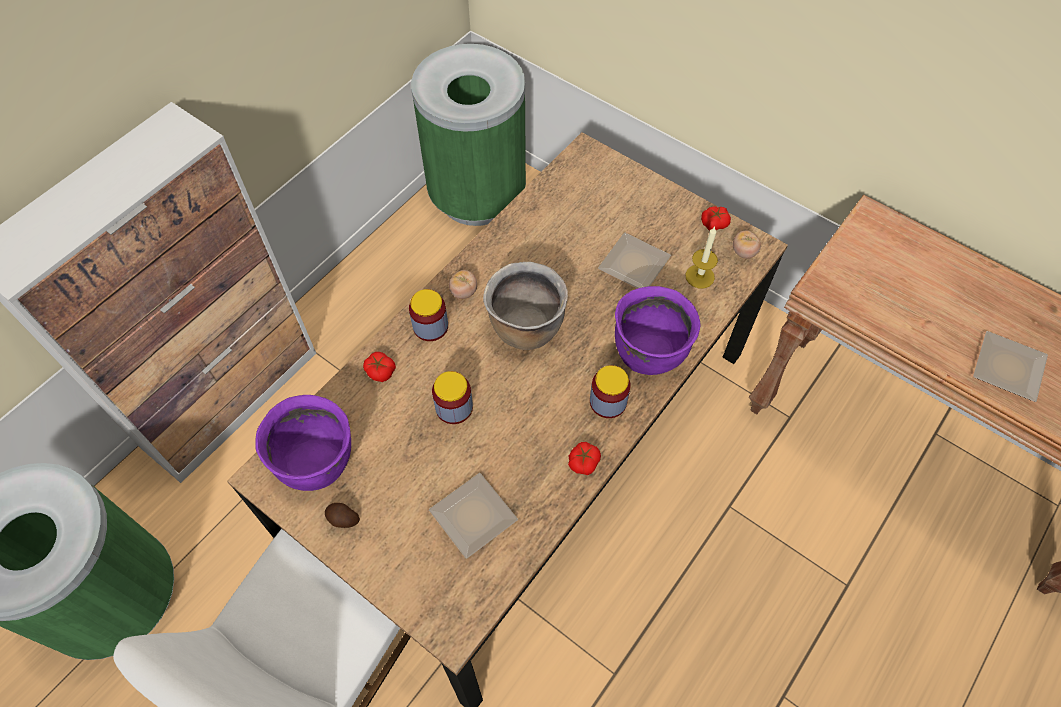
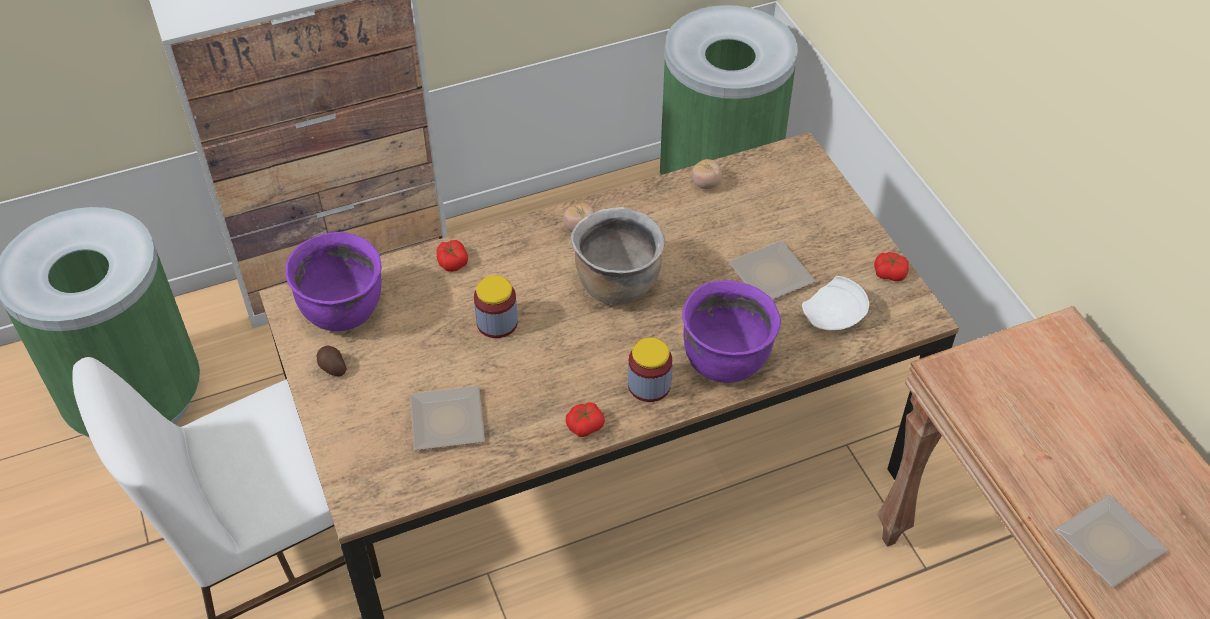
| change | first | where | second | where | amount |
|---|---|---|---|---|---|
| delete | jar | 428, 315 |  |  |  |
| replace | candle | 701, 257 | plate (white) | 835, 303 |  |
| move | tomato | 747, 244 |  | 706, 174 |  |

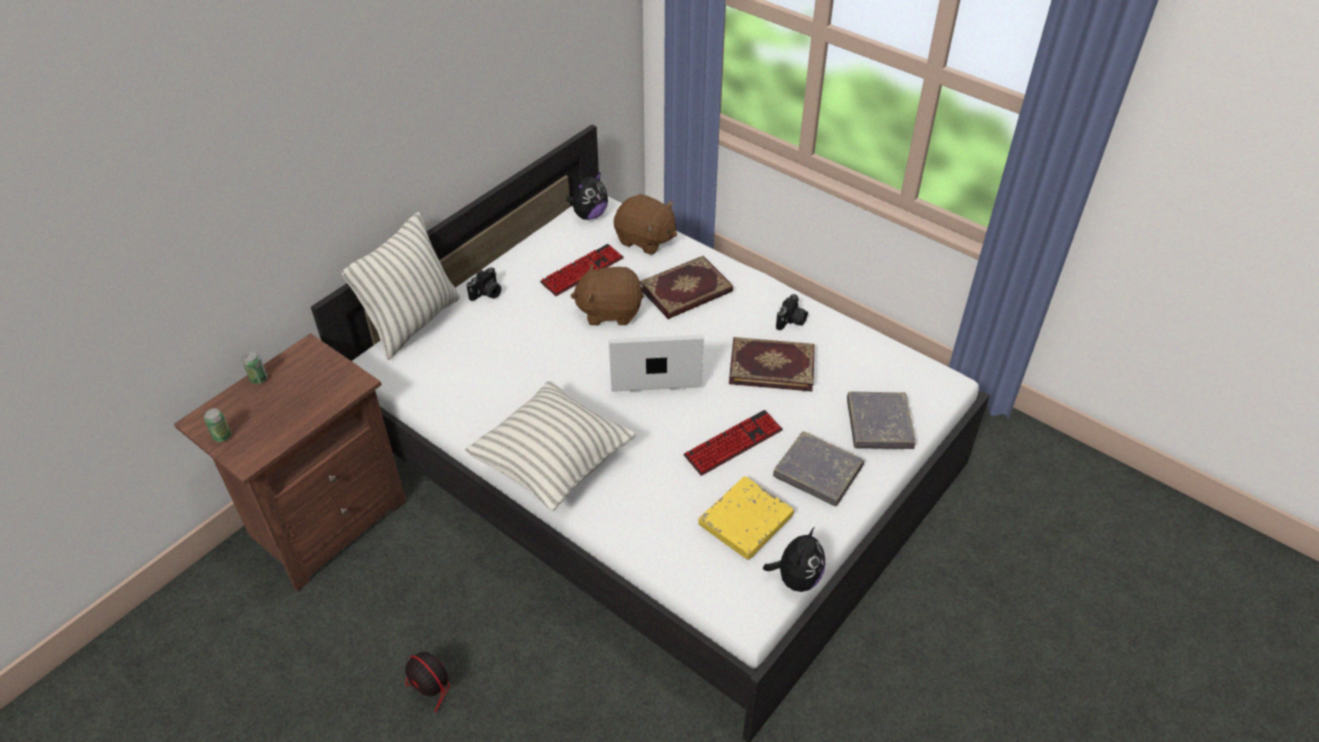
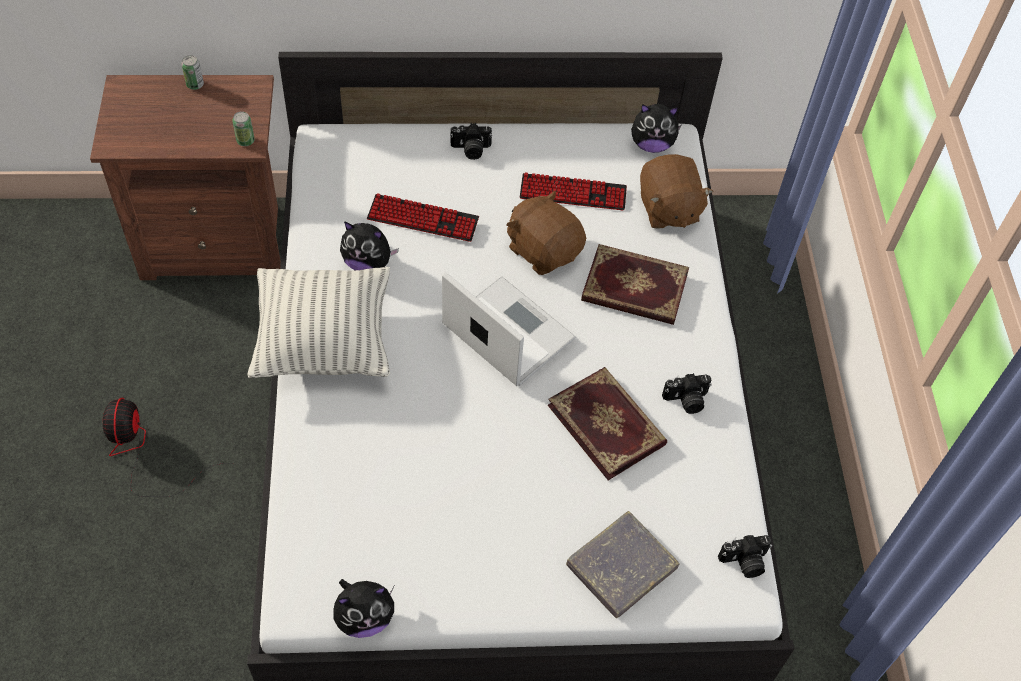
| change | first | where | second | where | amount |
|---|---|---|---|---|---|
| move | can | 217, 425 |  | 243, 129 |  |
| delete | pillow | 400, 286 |  |  |  |
| move | keyboard | 733, 443 |  | 423, 217 |  |
| delete | book (yellow) | 746, 518 |  |  |  |
| delete | book (grey) | 818, 468 |  |  |  |
| insert |  |  | plush toy | 369, 245 |  |
| insert |  |  | photo camera | 745, 556 |  |

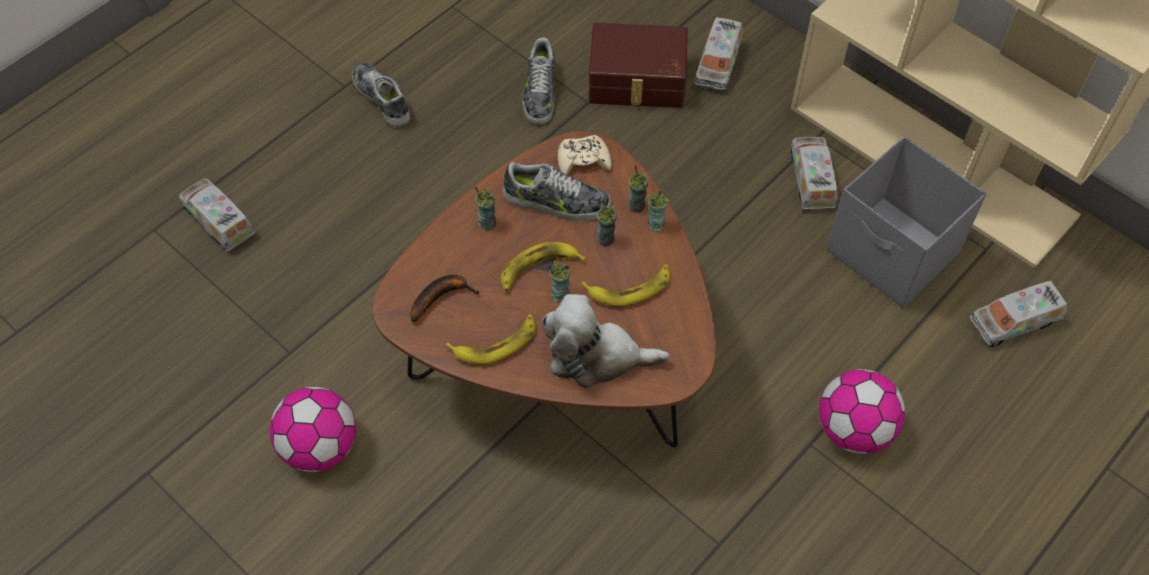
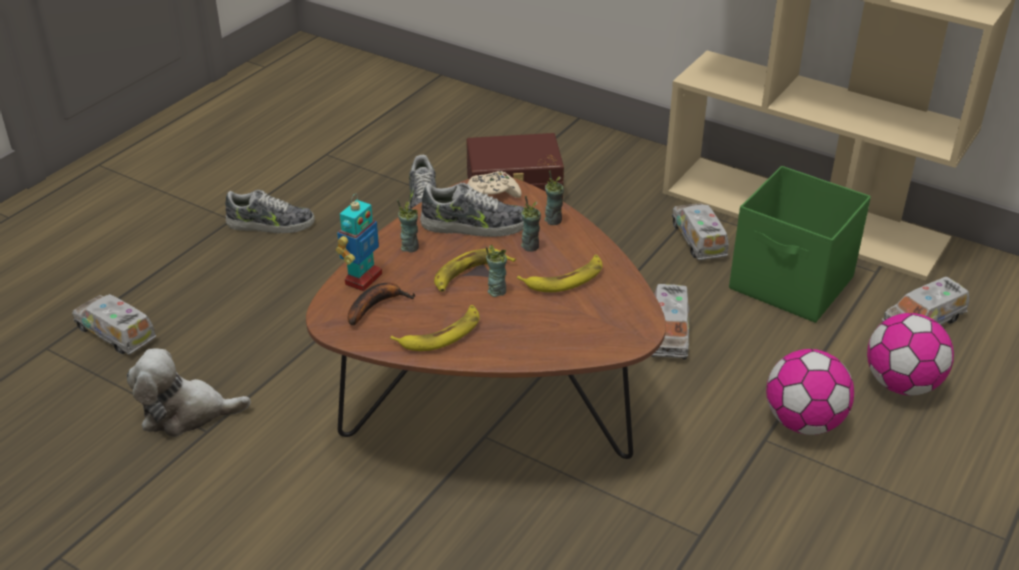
| change | first | where | second | where | amount |
|---|---|---|---|---|---|
| move | football | 313, 429 |  | 910, 354 |  |
| rotate | shoe | 381, 94 |  | 270, 211 | 135 degrees clockwise |
| move | plush toy | 606, 341 |  | 189, 392 |  |
| delete | cup | 658, 211 |  |  |  |
| move | toy truck | 718, 54 |  | 670, 322 |  |
| recolor | storage box (grey) | 906, 221 | storage box (green) | 800, 244 |  |
| insert |  |  | toy robot | 359, 242 |  |

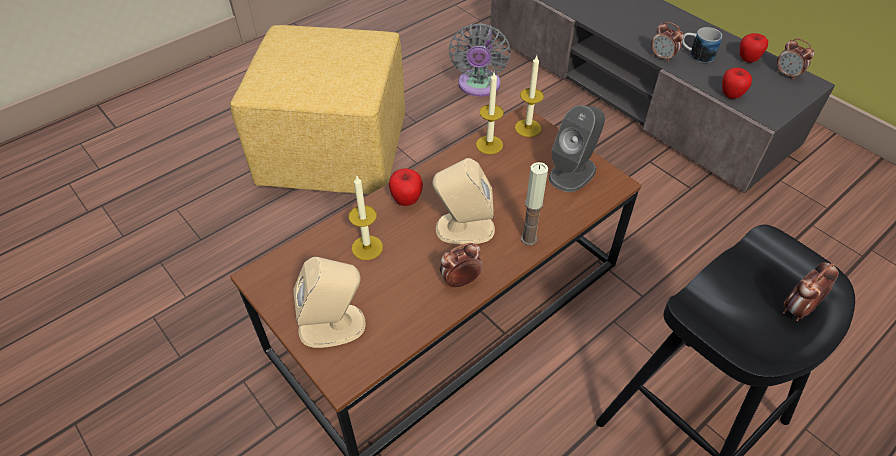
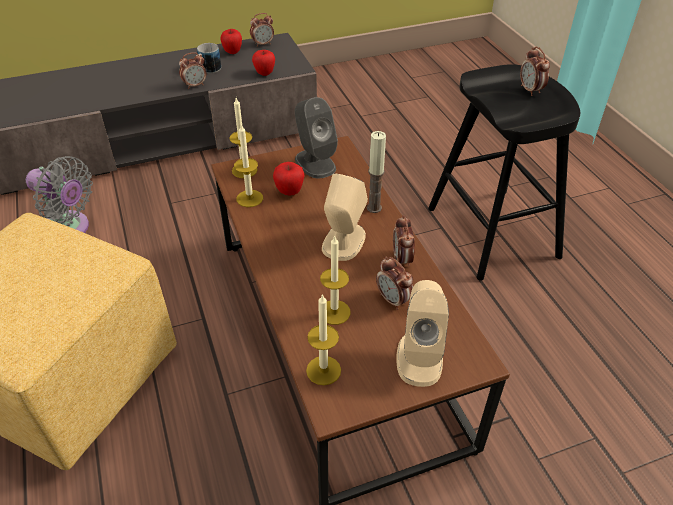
| change | first | where | second | where | amount |
|---|---|---|---|---|---|
| move | apple | 406, 187 |  | 289, 179 |  |
| insert |  |  | candle | 323, 339 |  |
| insert |  |  | alarm clock | 394, 283 |  |

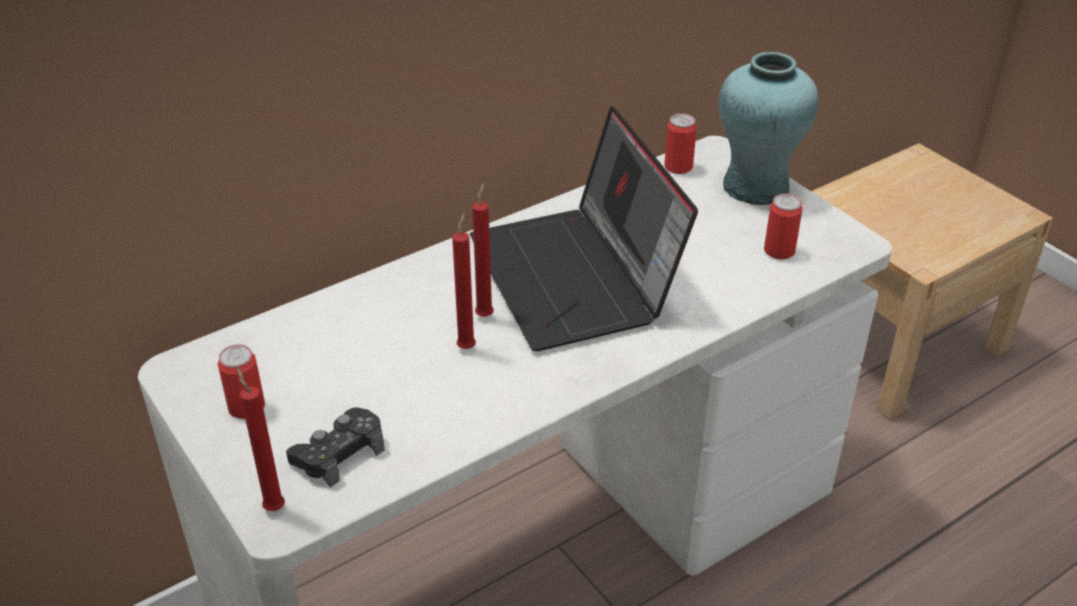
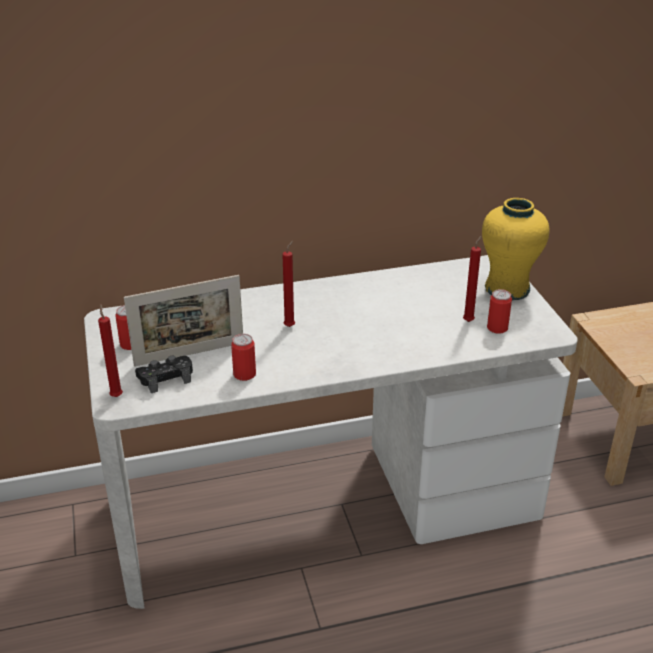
| change | first | where | second | where | amount |
|---|---|---|---|---|---|
| move | candle (red) | 464, 281 |  | 472, 279 |  |
| delete | laptop | 584, 228 |  |  |  |
| move | can | 680, 143 |  | 243, 357 |  |
| recolor | vase (turquoise) | 769, 128 | vase (yellow) | 516, 249 |  |
| insert |  |  | picture frame | 183, 321 |  |

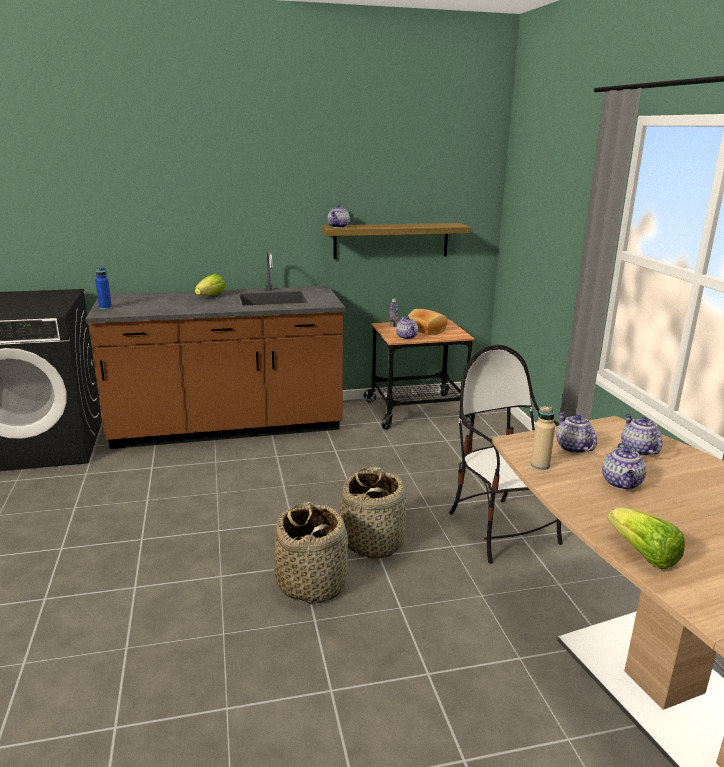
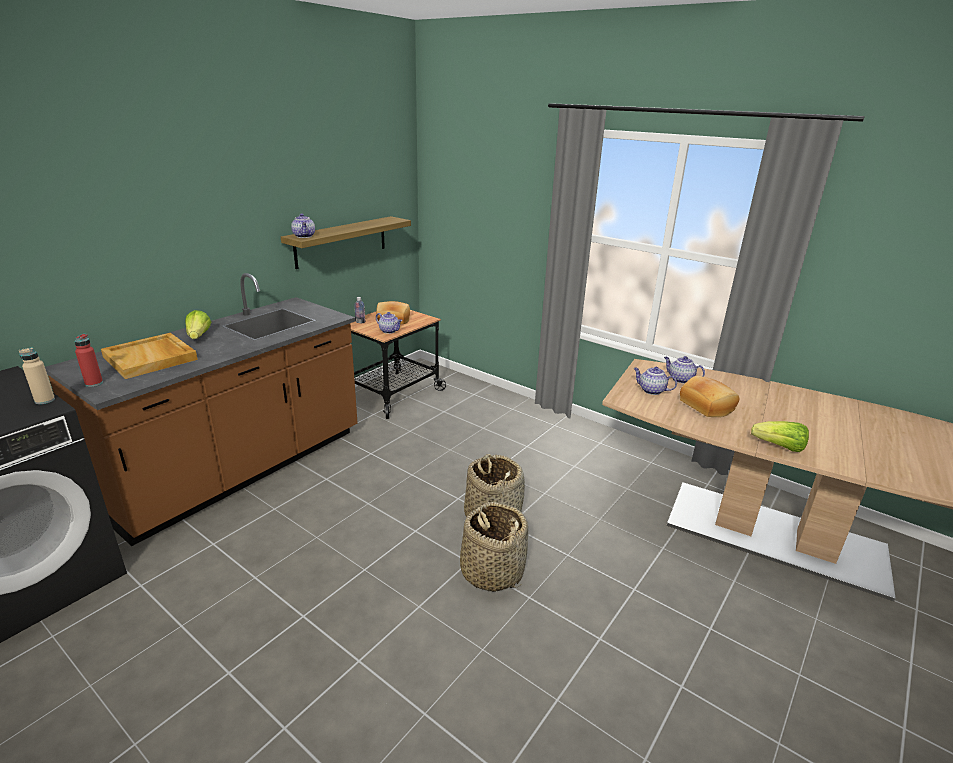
| change | first | where | second | where | amount |
|---|---|---|---|---|---|
| recolor | bottle (blue) | 103, 288 | bottle (red) | 89, 360 |  |
| delete | chair | 505, 454 |  |  |  |
| move | bottle (beige) | 543, 438 |  | 37, 375 |  |
| replace | teapot | 624, 466 | bread | 709, 396 |  |
| insert |  |  | tray (beige) | 149, 356 |  |

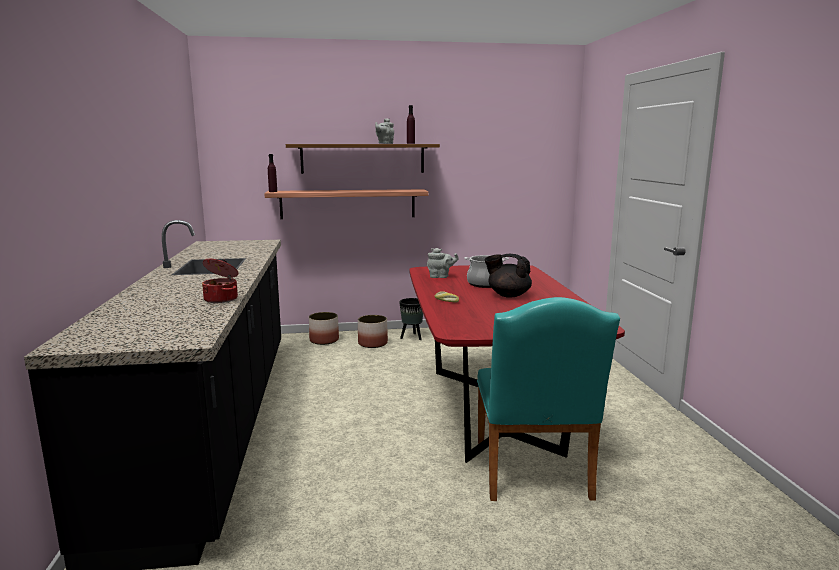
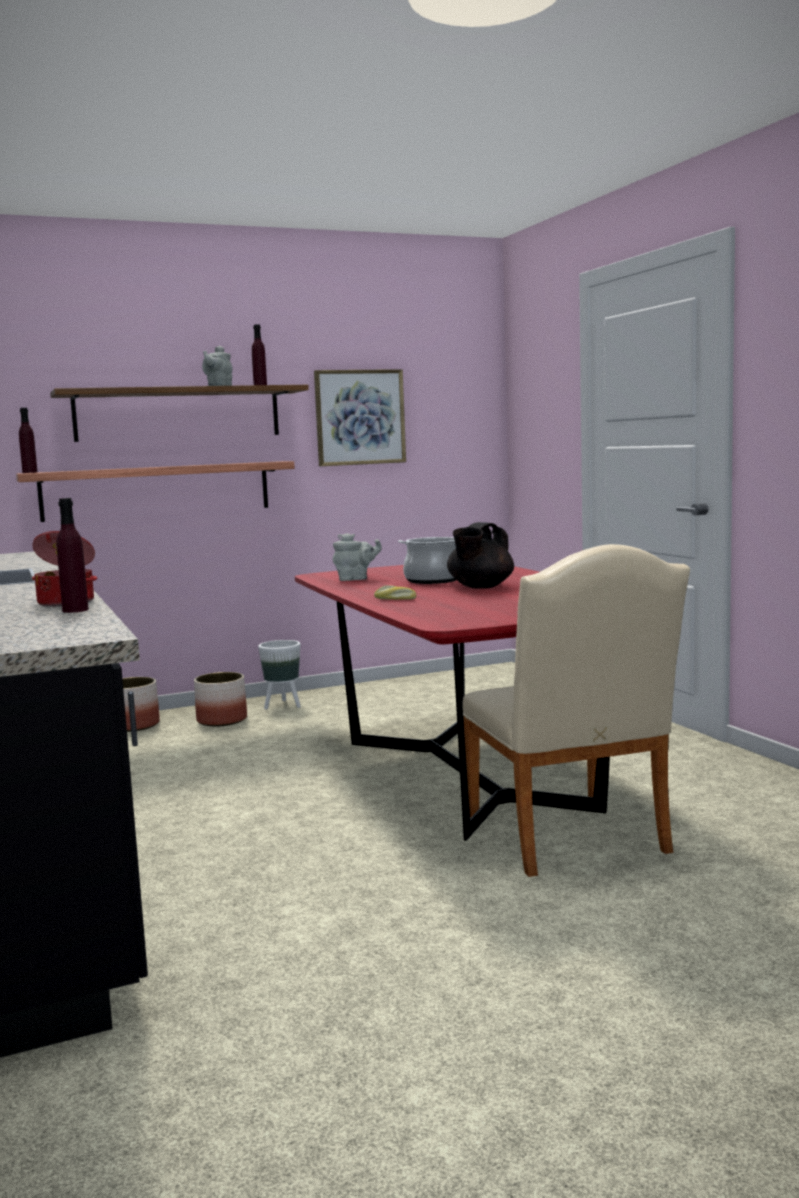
| change | first | where | second | where | amount |
|---|---|---|---|---|---|
| recolor | planter (black) | 411, 319 | planter (white) | 279, 674 |  |
| recolor | chair (turquoise) | 548, 399 | chair (beige) | 576, 710 |  |
| rotate | teapot (black) | 508, 276 |  | 480, 555 | 60 degrees counterclockwise |
| insert |  |  | bottle (purple) | 72, 555 |  |
| insert |  |  | picture | 360, 417 |  |

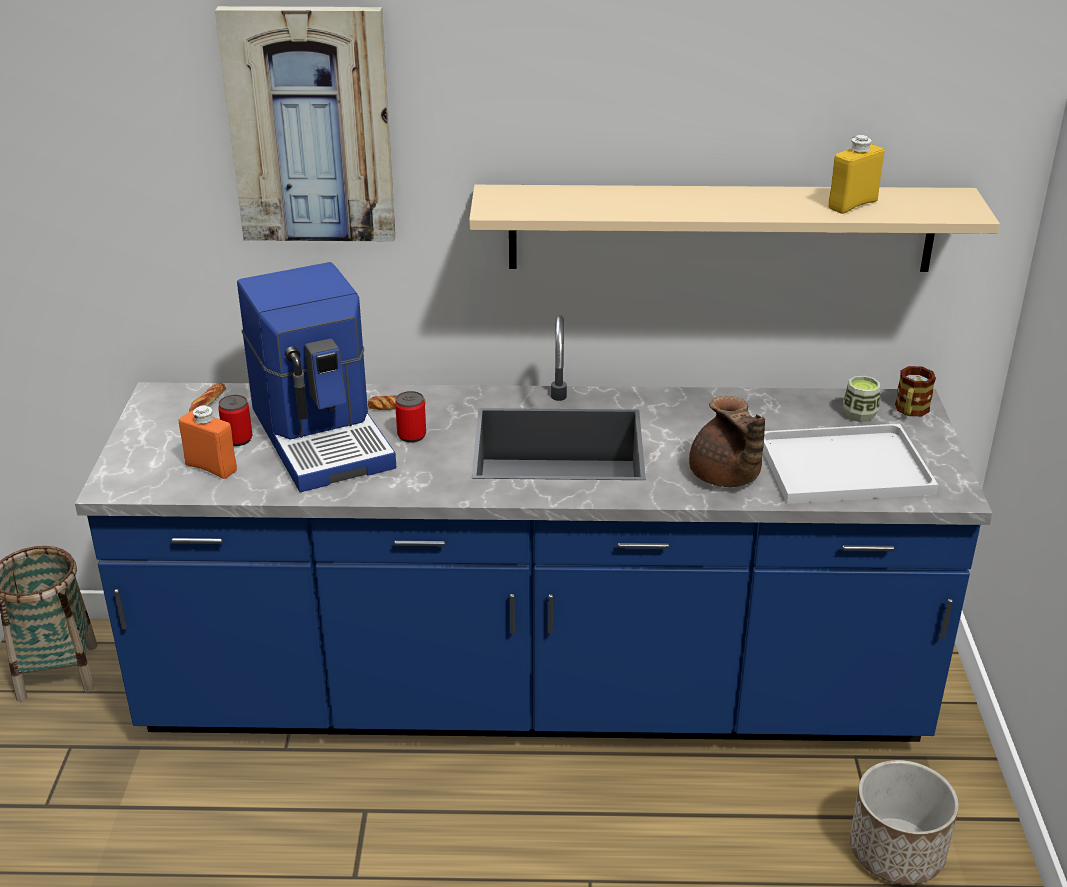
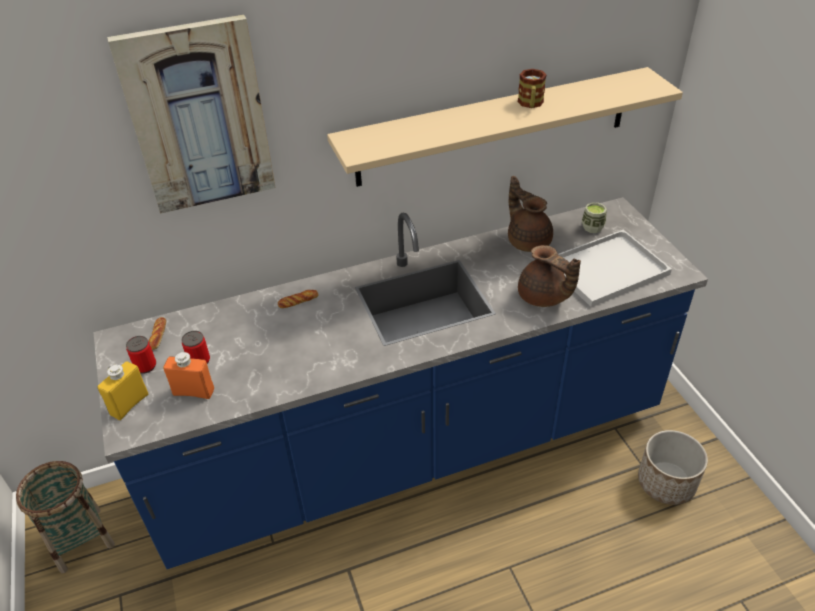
| change | first | where | second | where | amount |
|---|---|---|---|---|---|
| delete | coffee machine | 316, 377 |  |  |  |
| move | can | 410, 416 |  | 141, 355 |  |
| move | bottle (yellow) | 856, 174 |  | 123, 391 |  |
| move | mug | 915, 391 |  | 531, 88 |  |
| insert |  |  | teapot (brown) | 530, 214 |  |

